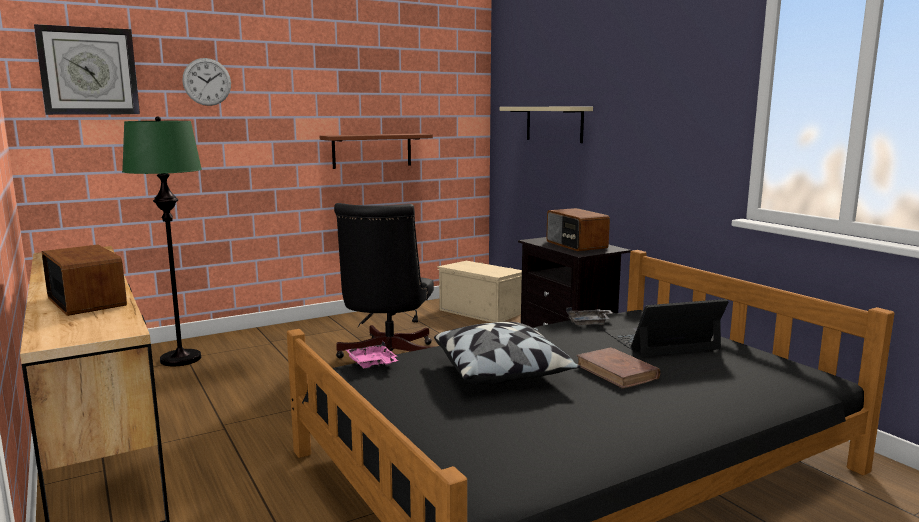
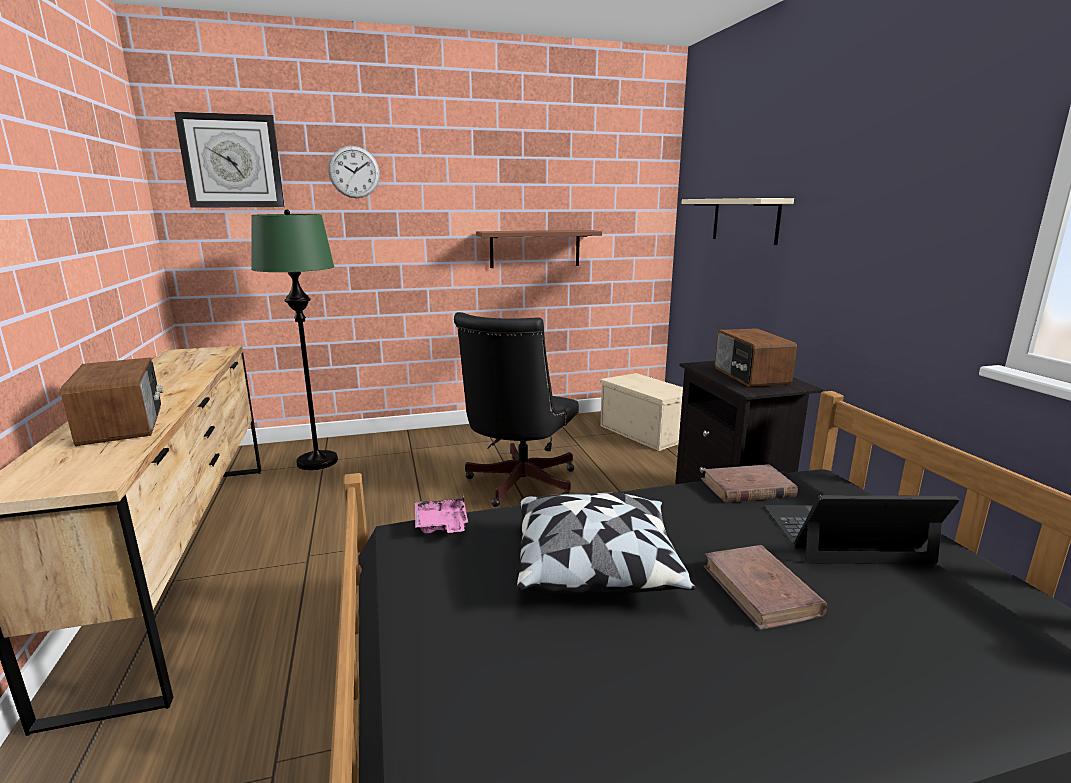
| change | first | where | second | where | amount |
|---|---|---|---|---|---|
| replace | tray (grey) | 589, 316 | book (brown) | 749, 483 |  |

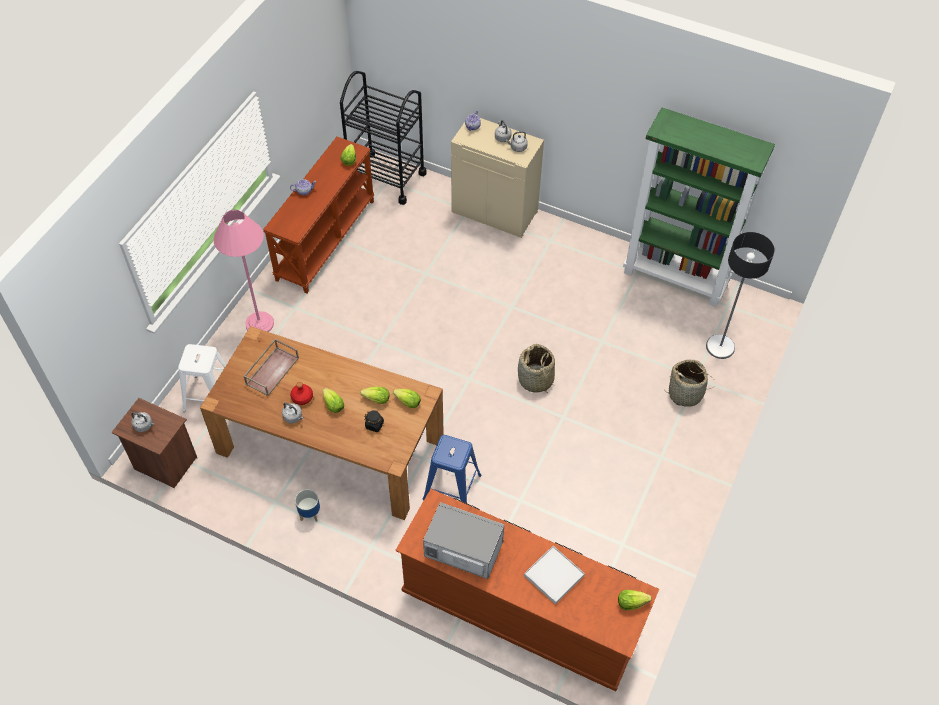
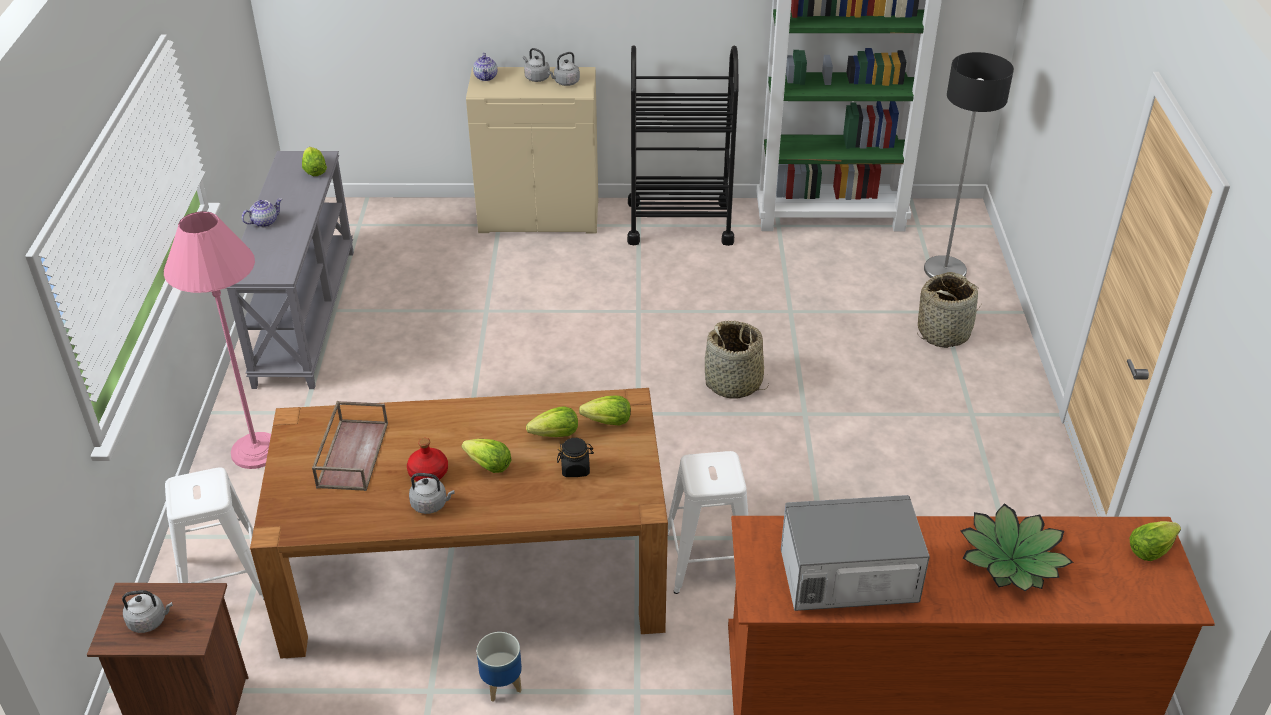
| change | first | where | second | where | amount |
|---|---|---|---|---|---|
| recolor | console table (brown) | 318, 215 | console table (grey) | 289, 270 |  |
| move | cart (black) | 383, 138 |  | 682, 145 |  |
| recolor | stool (blue) | 452, 469 | stool (white) | 708, 522 |  |
| replace | tray (white) | 554, 575 | potted plant | 1016, 547 |  |

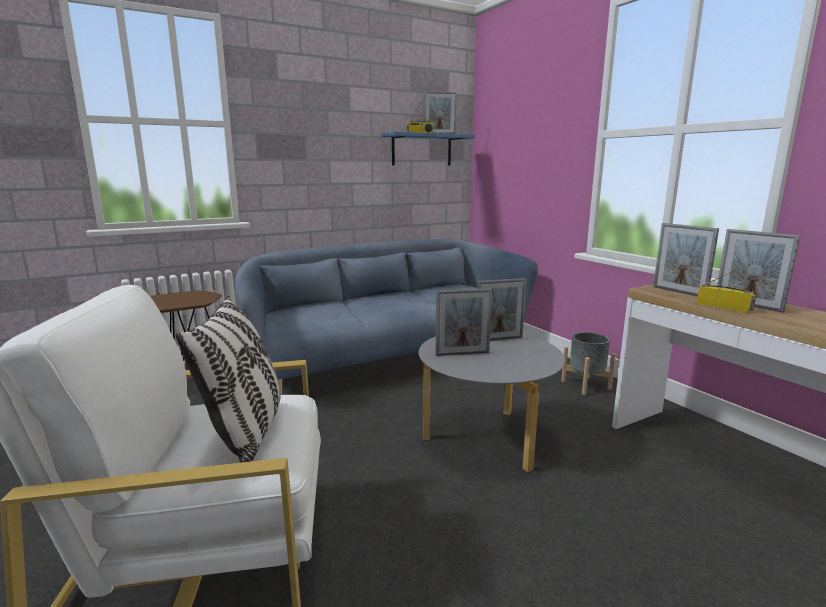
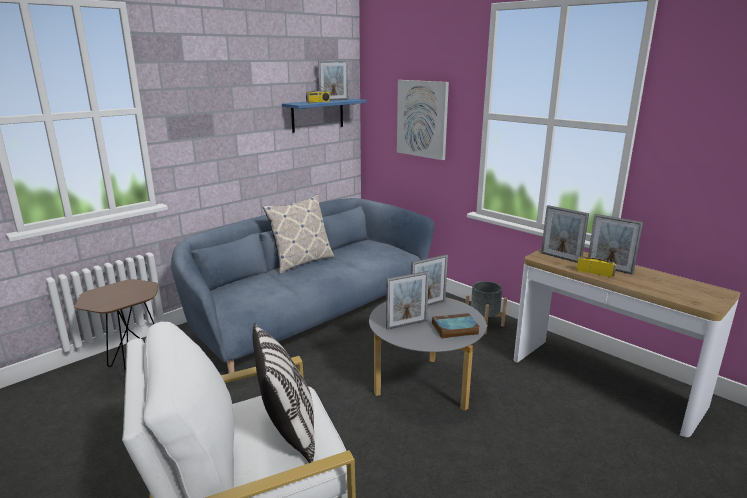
| change | first | where | second | where | amount |
|---|---|---|---|---|---|
| insert |  |  | pillow | 298, 234 |  |
| insert |  |  | picture | 423, 120 |  |
| insert |  |  | book | 456, 326 |  |

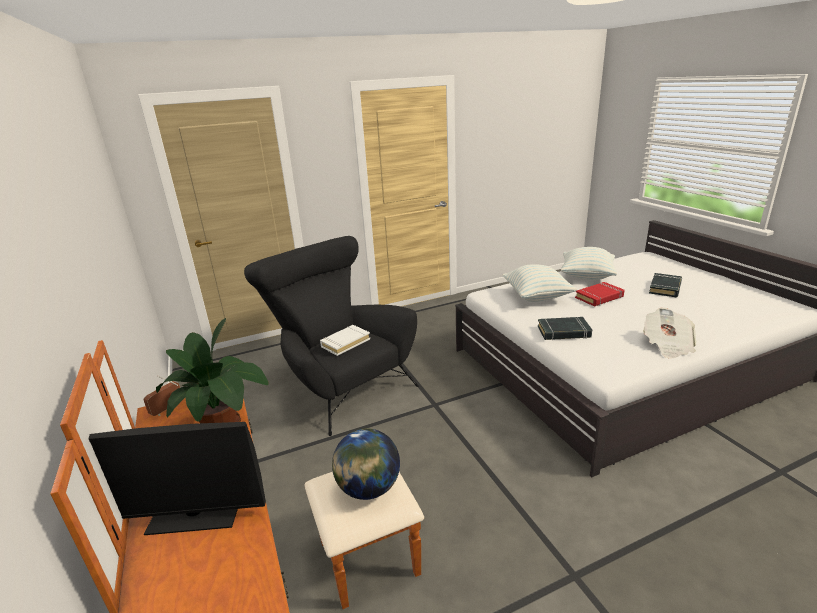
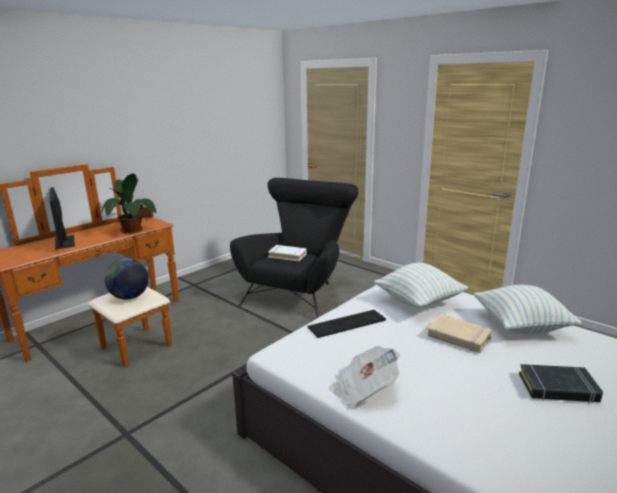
| change | first | where | second | where | amount |
|---|---|---|---|---|---|
| replace | book (black) | 565, 328 | keyboard | 346, 324 |  |
| recolor | book (red) | 600, 294 | book (beige) | 460, 333 |  |

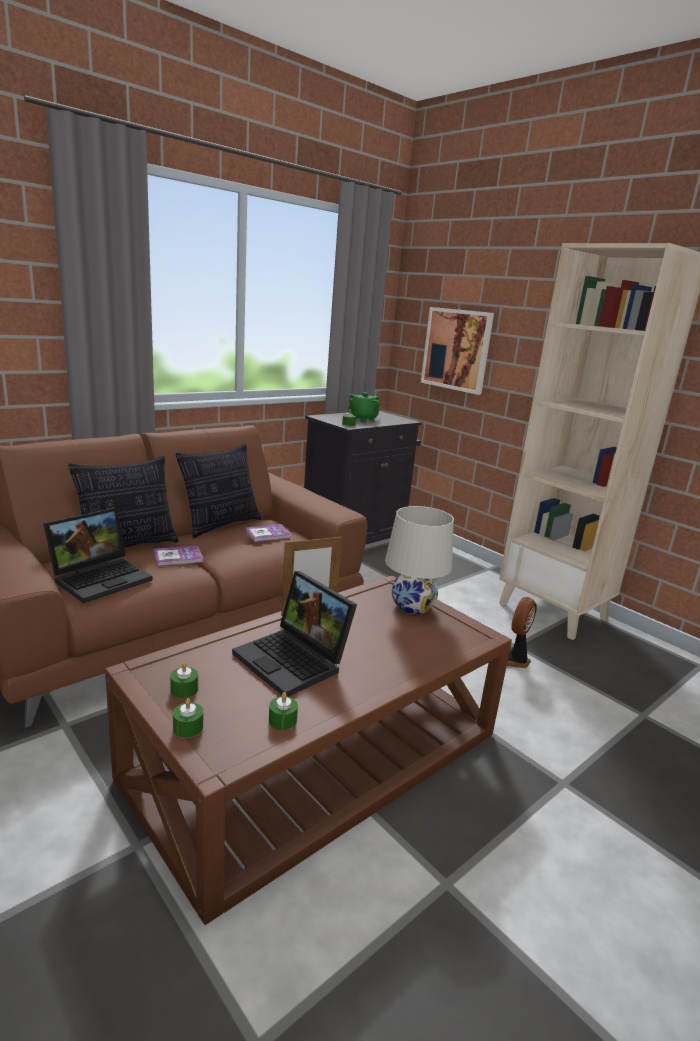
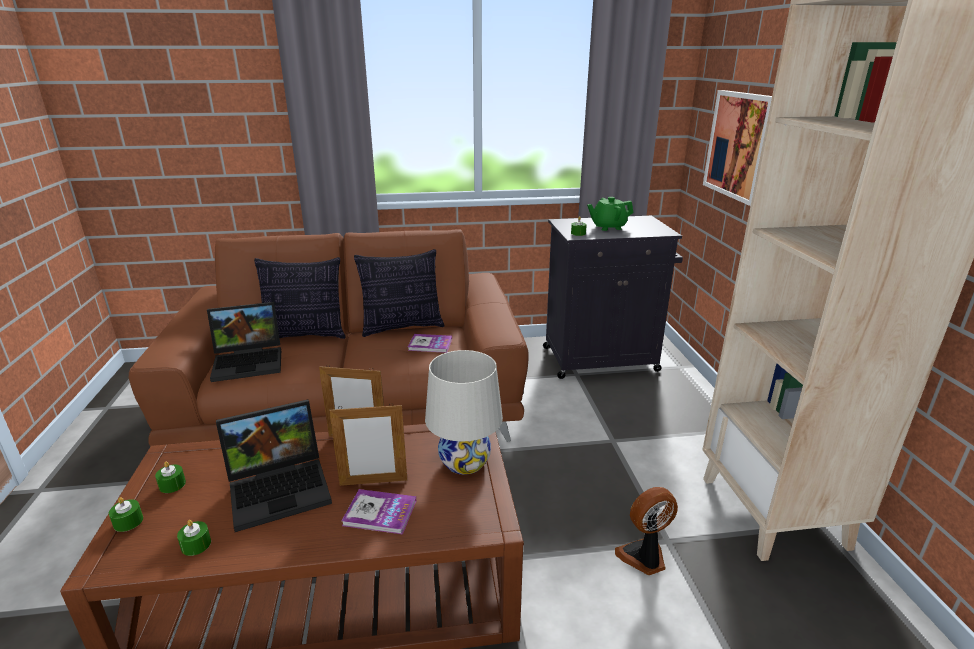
| change | first | where | second | where | amount |
|---|---|---|---|---|---|
| move | book | 178, 555 |  | 378, 511 |  |
| rotate | laptop | 294, 634 |  | 274, 466 | 105 degrees counterclockwise |
| insert |  |  | picture frame | 368, 444 |  |

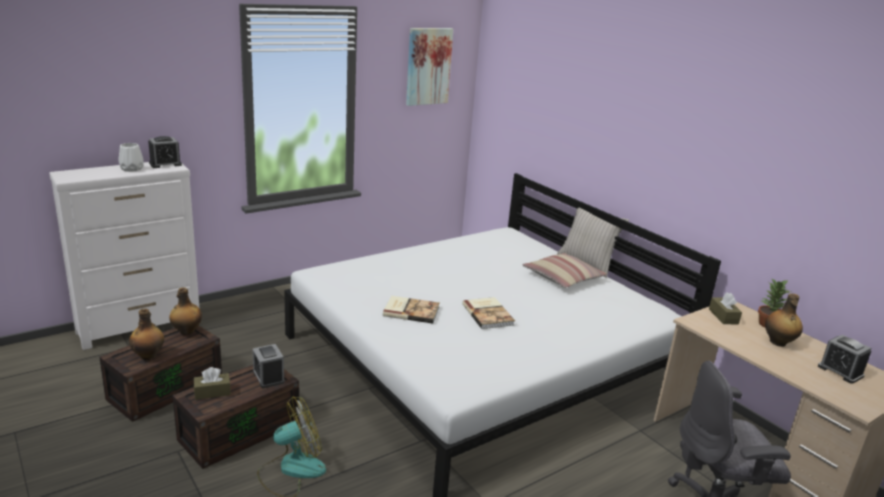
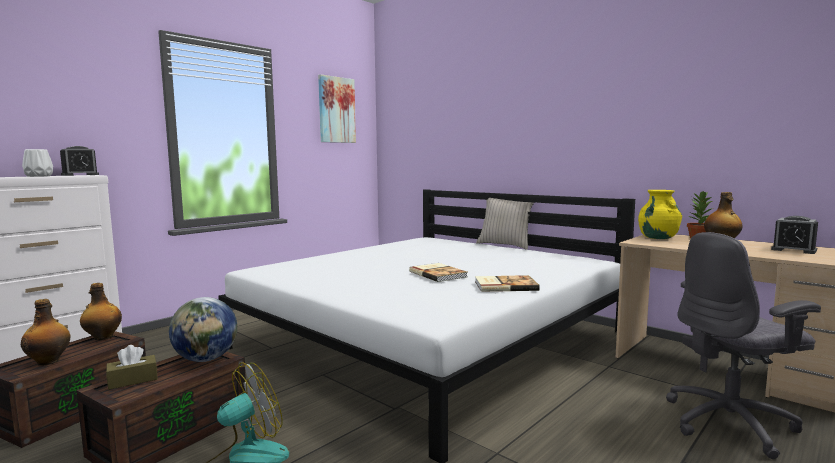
| change | first | where | second | where | amount |
|---|---|---|---|---|---|
| replace | alarm clock | 268, 366 | globe | 203, 329 |  |
| move | book | 411, 309 |  | 507, 283 |  |
| delete | pillow | 565, 270 |  |  |  |
| replace | tissue box (brown) | 725, 308 | vase (yellow) | 660, 214 |  |

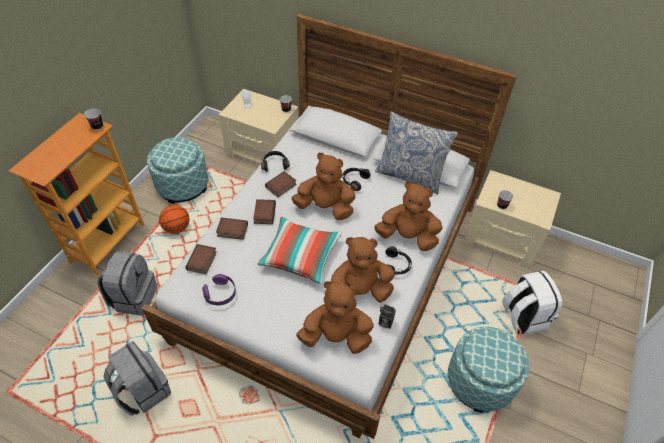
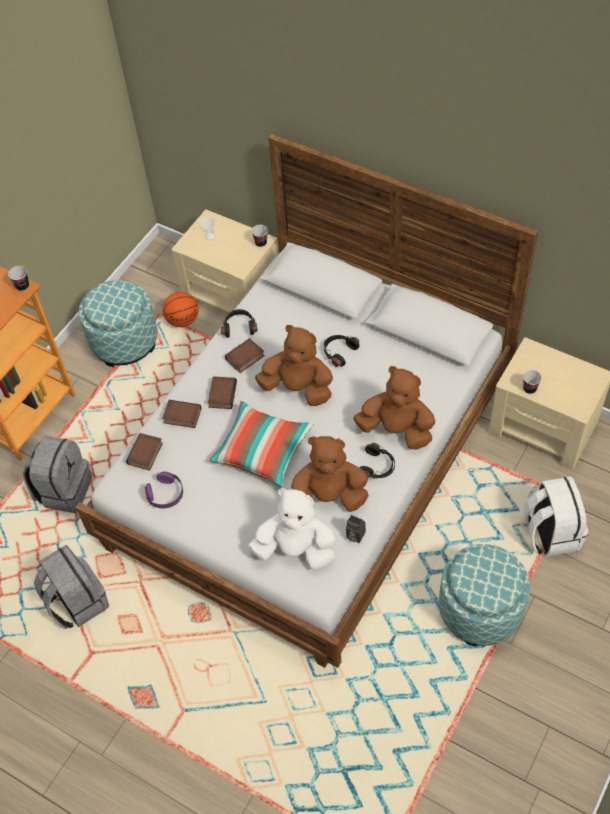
| change | first | where | second | where | amount |
|---|---|---|---|---|---|
| move | basketball | 174, 219 |  | 181, 309 |  |
| recolor | plush toy (brown) | 335, 317 | plush toy (white) | 292, 529 |  |
| delete | pillow | 416, 152 |  |  |  |

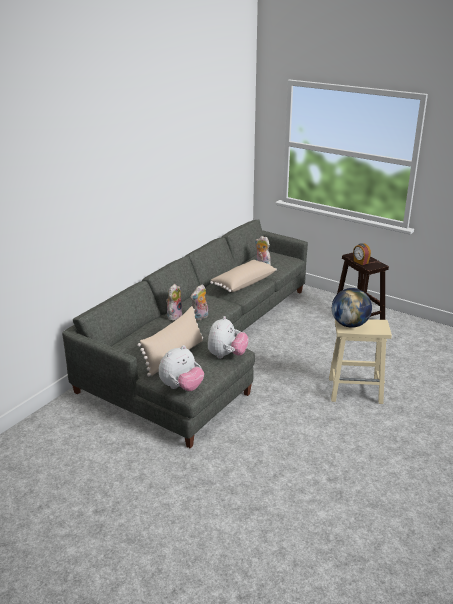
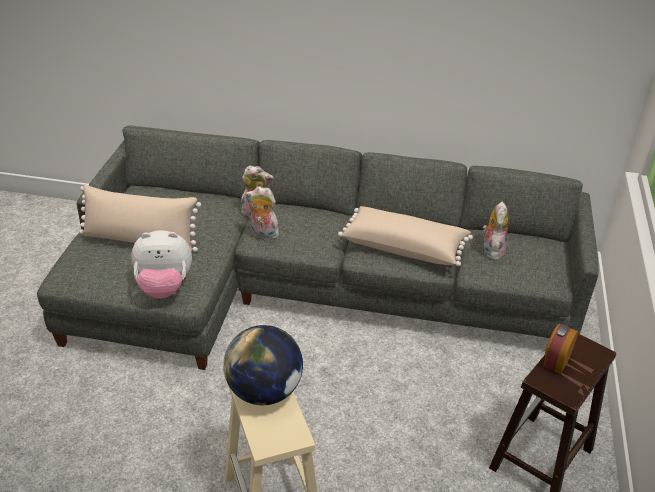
| change | first | where | second | where | amount |
|---|---|---|---|---|---|
| delete | plush toy | 181, 368 |  |  |  |

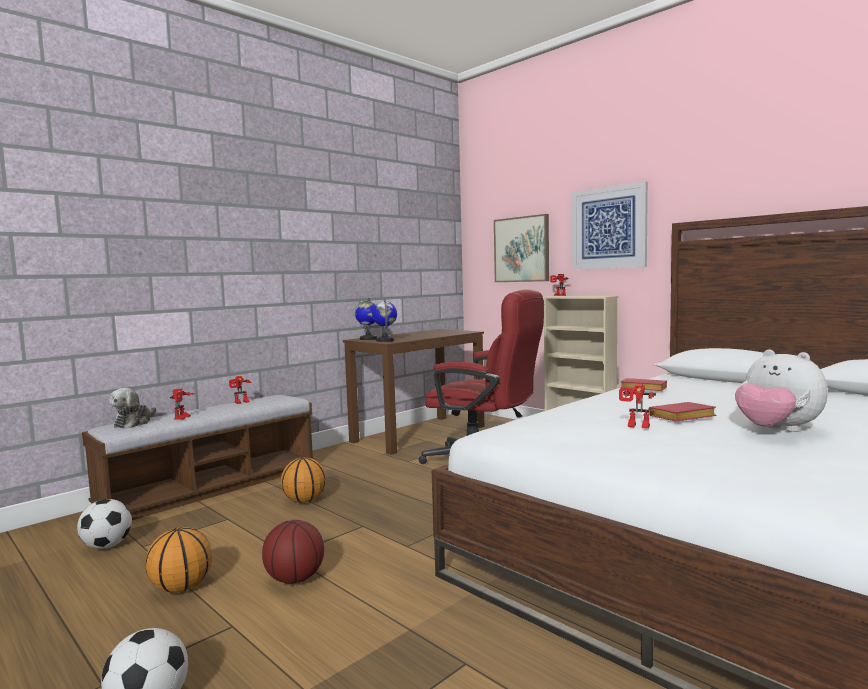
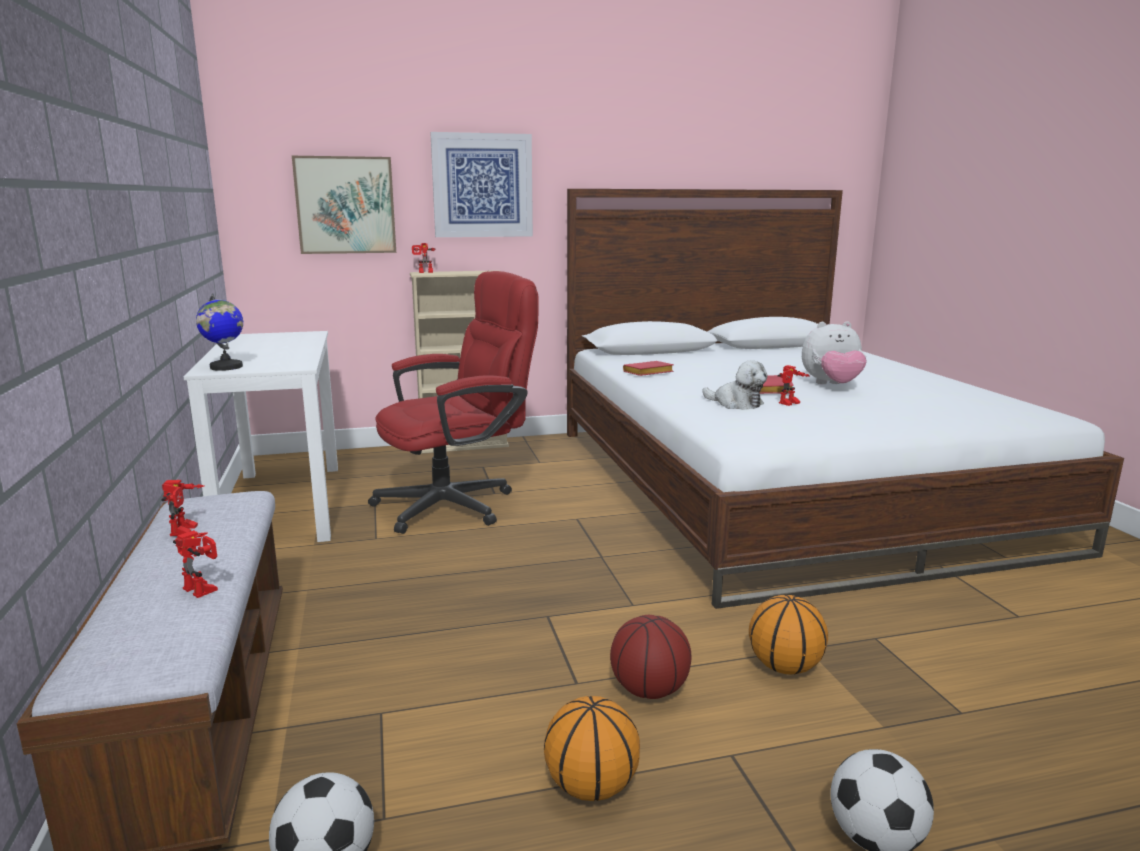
| change | first | where | second | where | amount |
|---|---|---|---|---|---|
| move | plush toy | 132, 408 |  | 734, 385 |  |
| move | basketball | 303, 480 |  | 788, 635 |  |
| recolor | desk (brown) | 413, 392 | desk (white) | 260, 436 |  |
| delete | globe | 384, 320 |  |  |  |

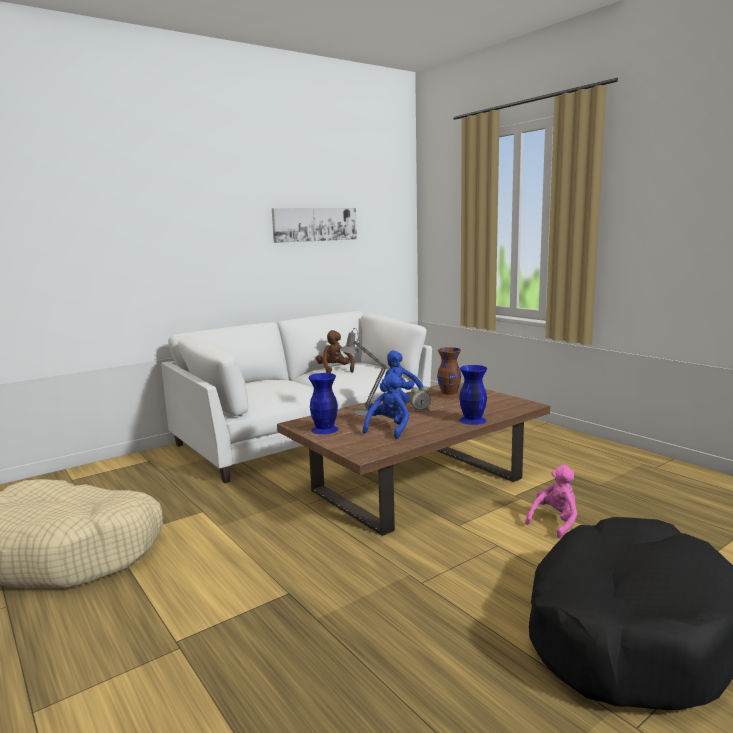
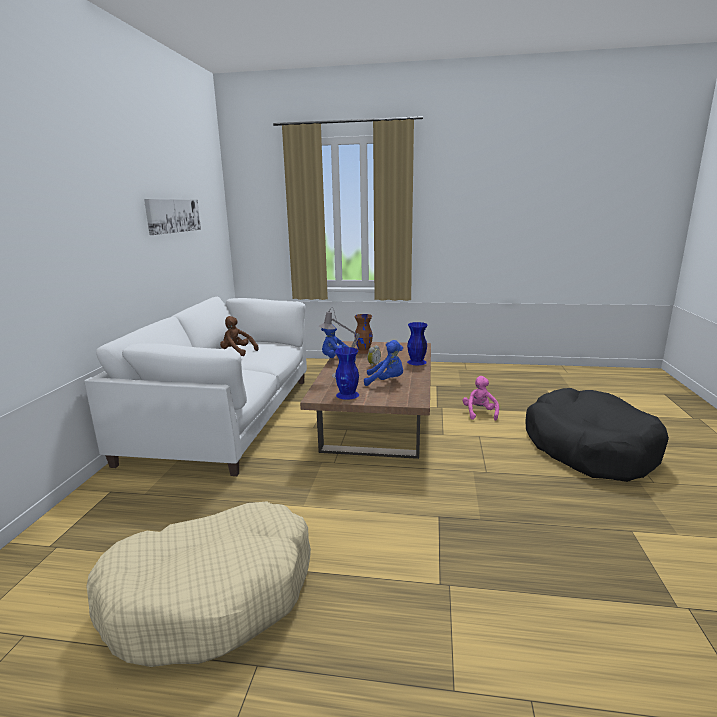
| change | first | where | second | where | amount |
|---|---|---|---|---|---|
| rotate | plush toy (blue) | 386, 406 |  | 383, 363 | 120 degrees clockwise |

